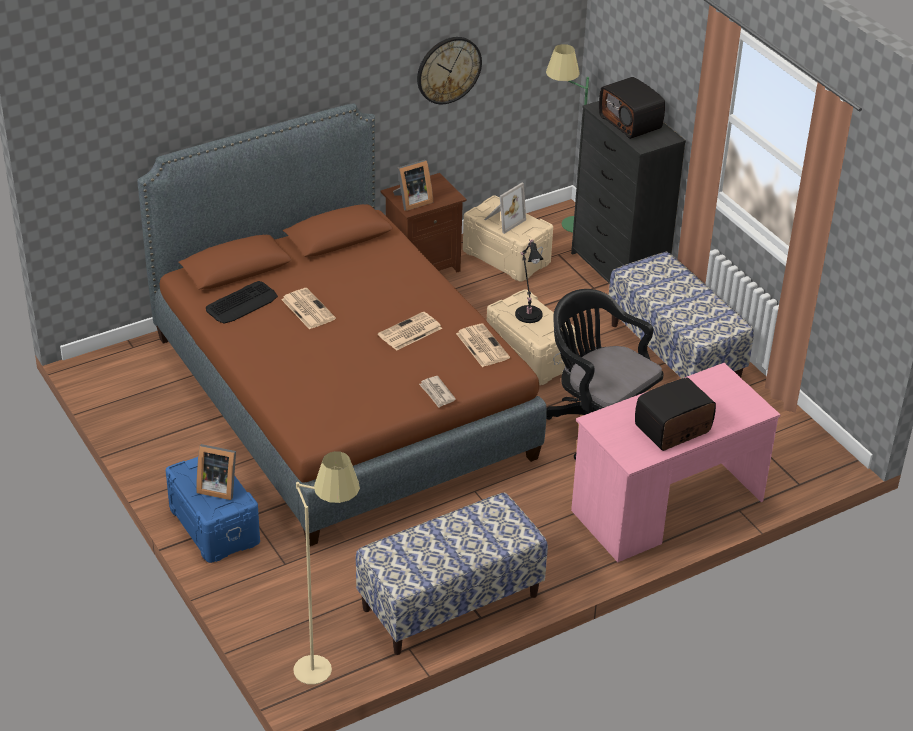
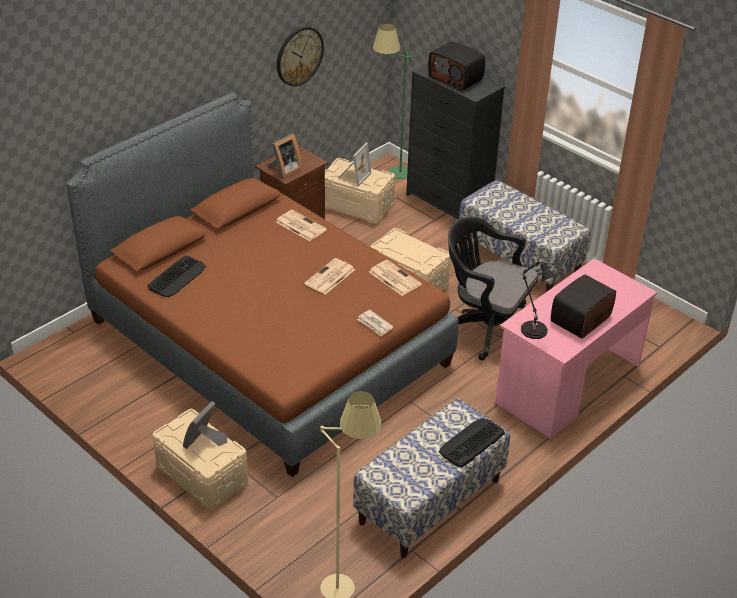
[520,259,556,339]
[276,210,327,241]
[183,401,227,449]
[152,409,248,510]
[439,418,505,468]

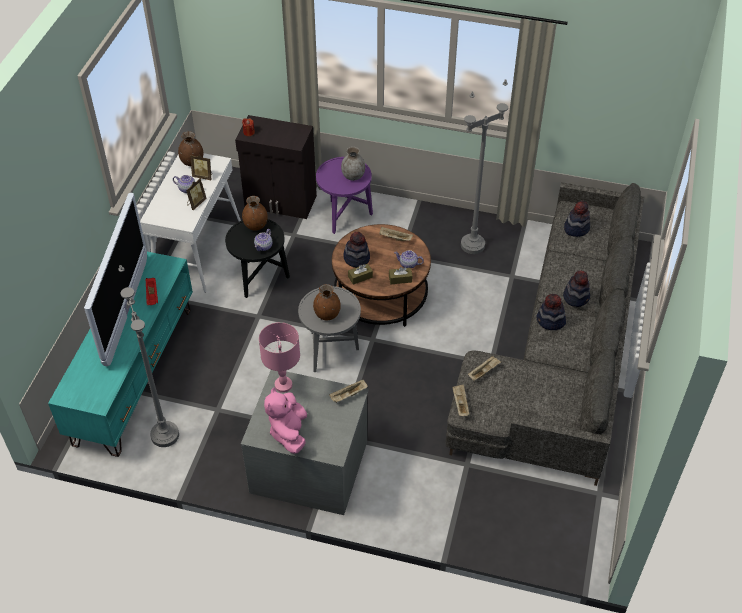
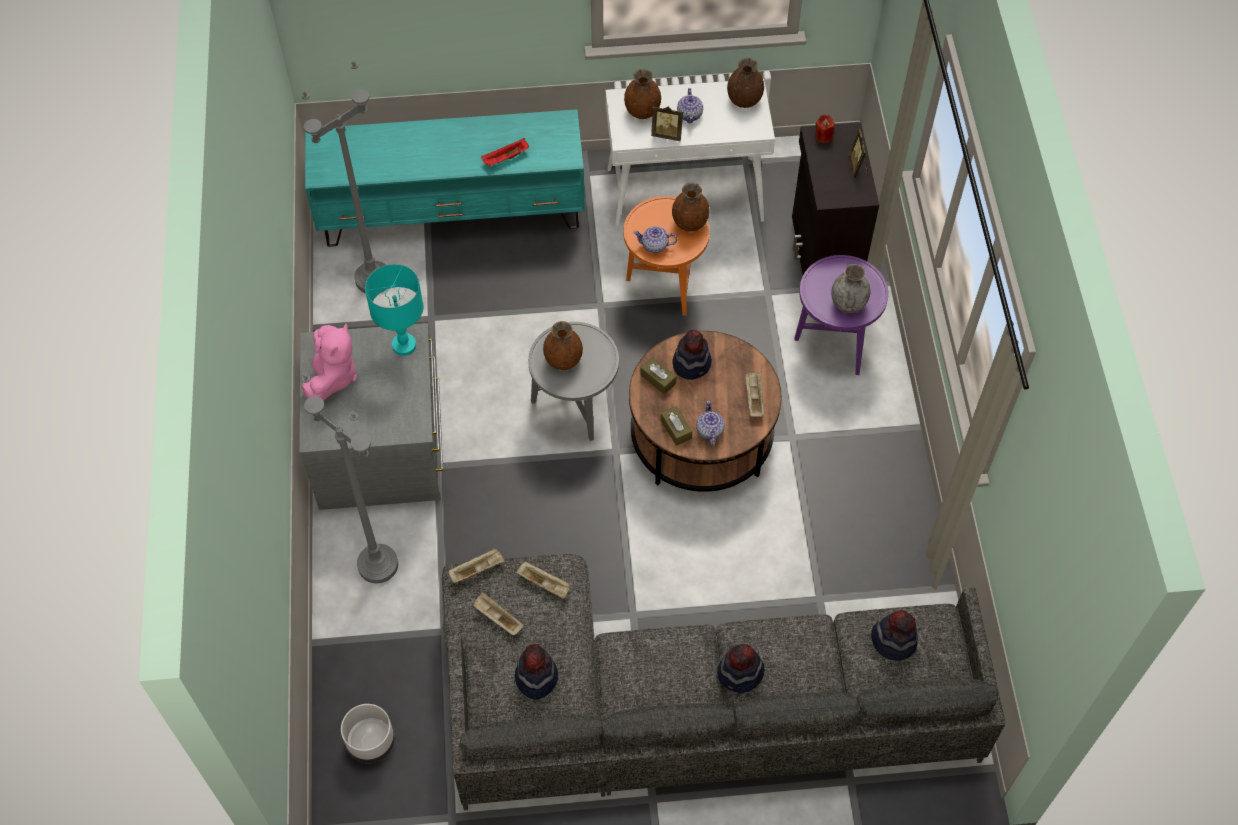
[302,373,398,584]
[849,129,868,178]
[84,193,147,366] (first image)
[623,196,710,316]
[515,644,558,700]
[365,264,423,356]
[473,592,524,635]
[302,323,357,401]
[624,69,661,119]
[341,704,395,763]

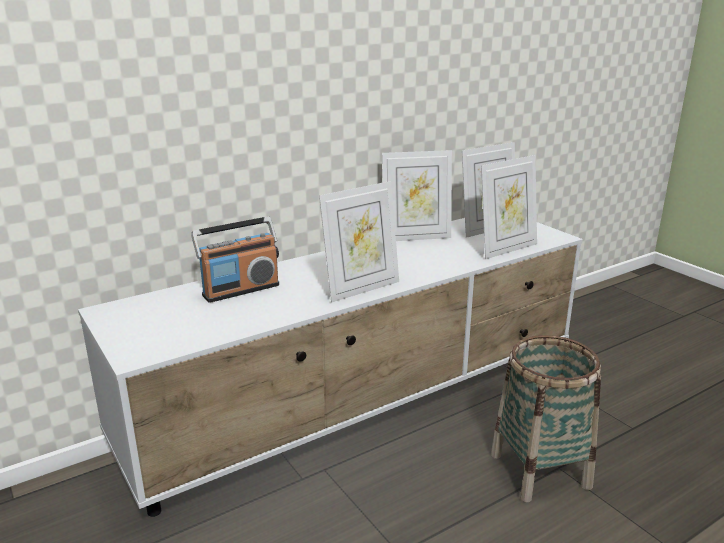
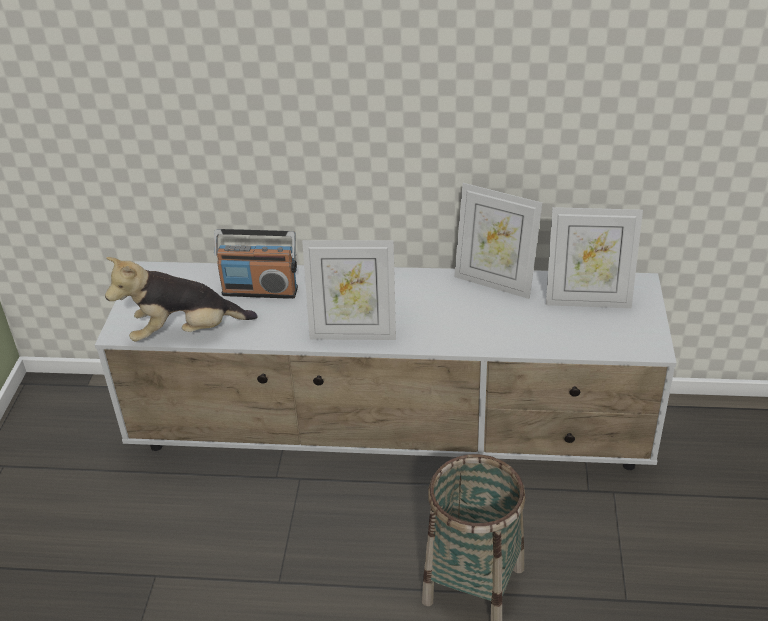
[481,155,537,259] (first image)
[105,257,258,342]

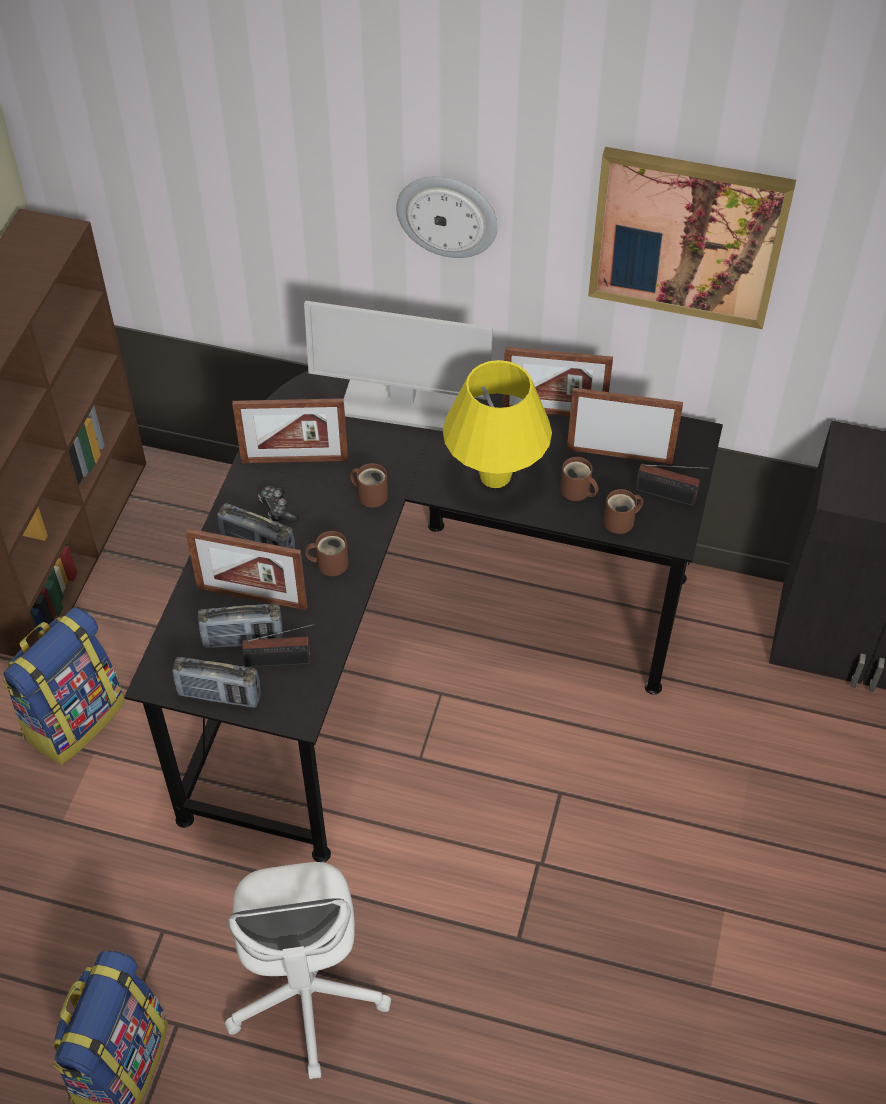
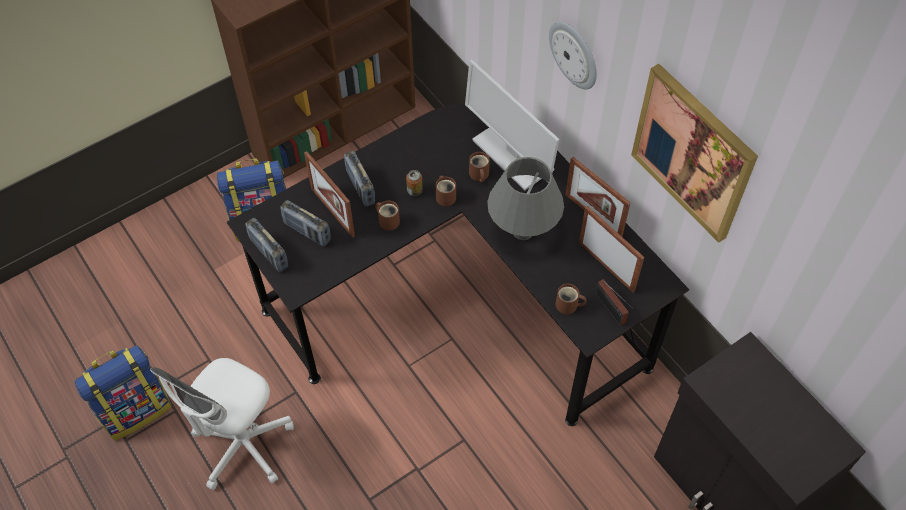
[487,157,564,240]
[232,398,348,463] (first image)
[469,152,490,182]
[258,486,299,522] (first image)
[242,624,315,667] (first image)
[406,170,423,196]

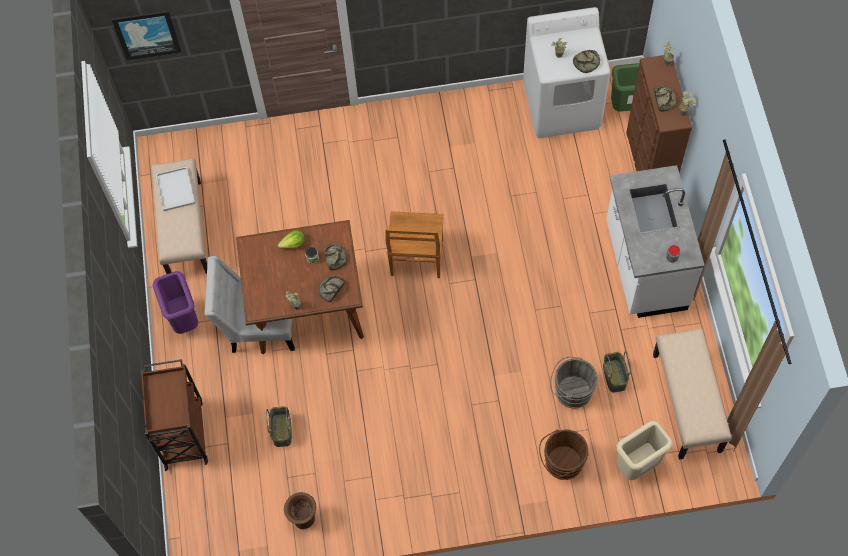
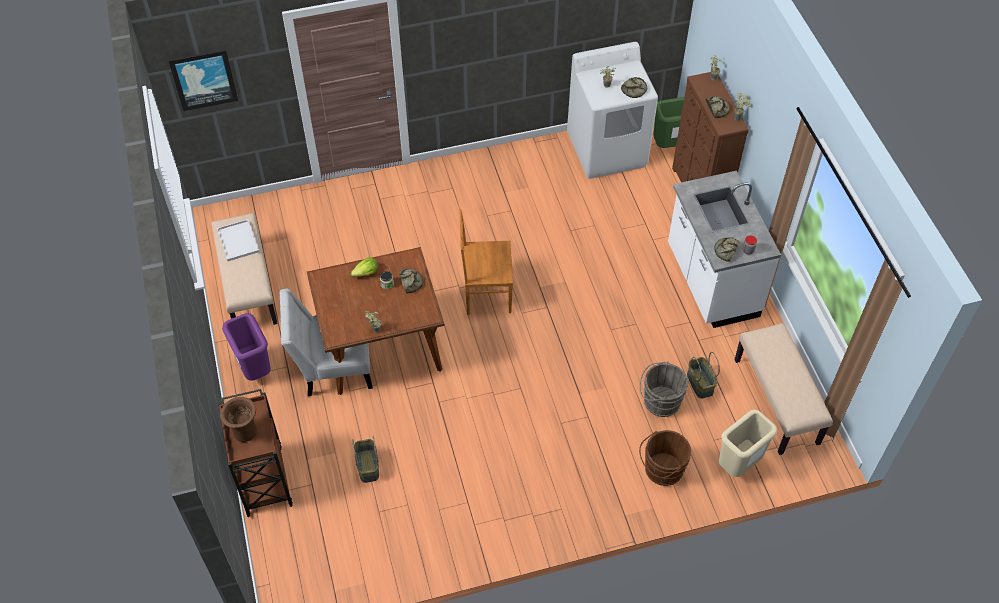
[459,209,513,315]
[715,237,740,262]
[220,397,257,442]

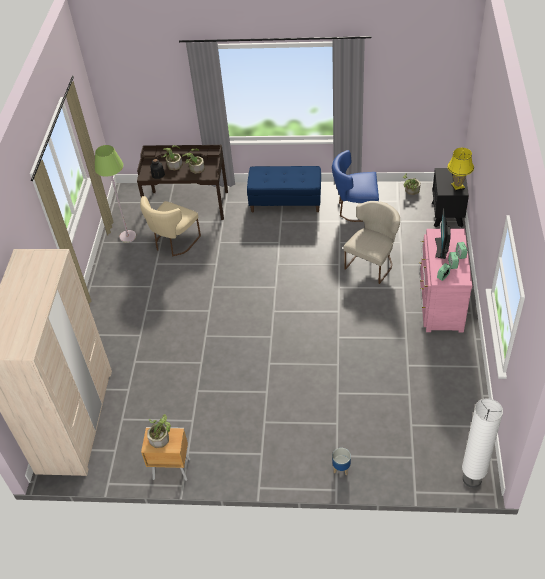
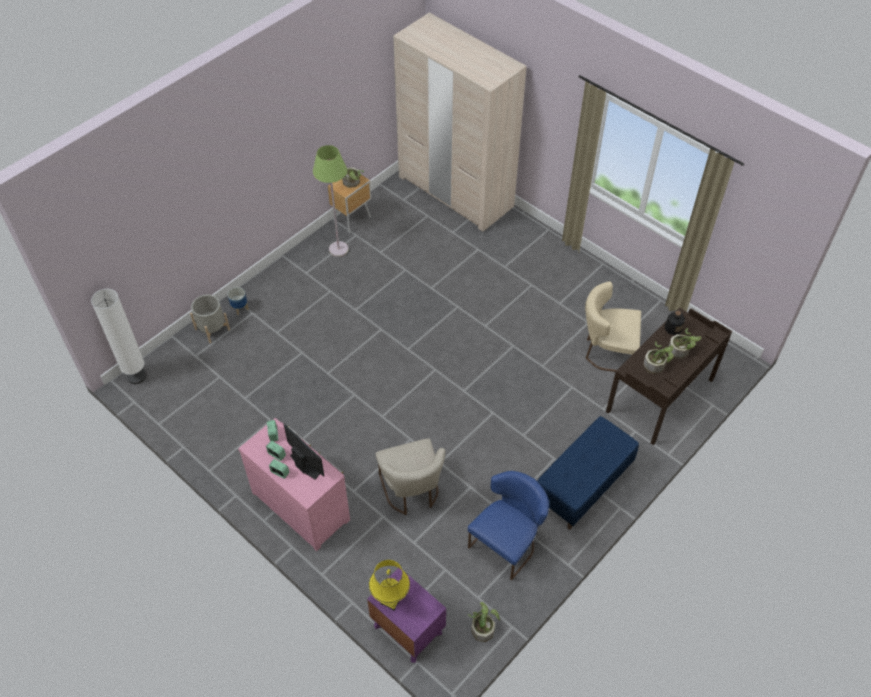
[313,145,349,257]
[367,568,446,663]
[585,281,641,372]
[190,295,230,343]

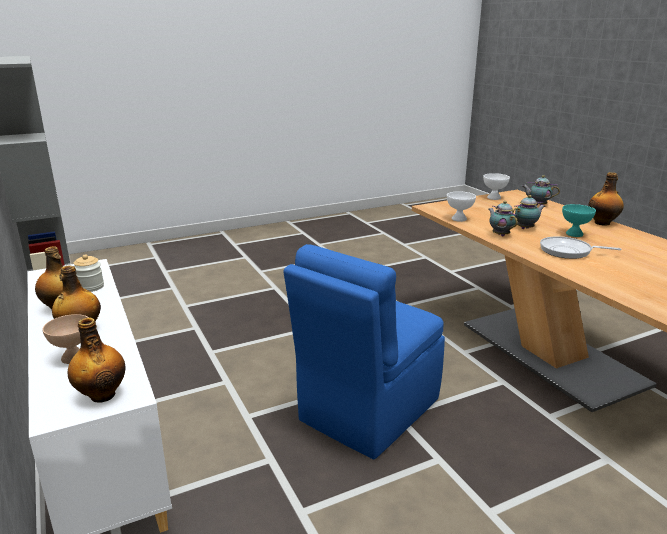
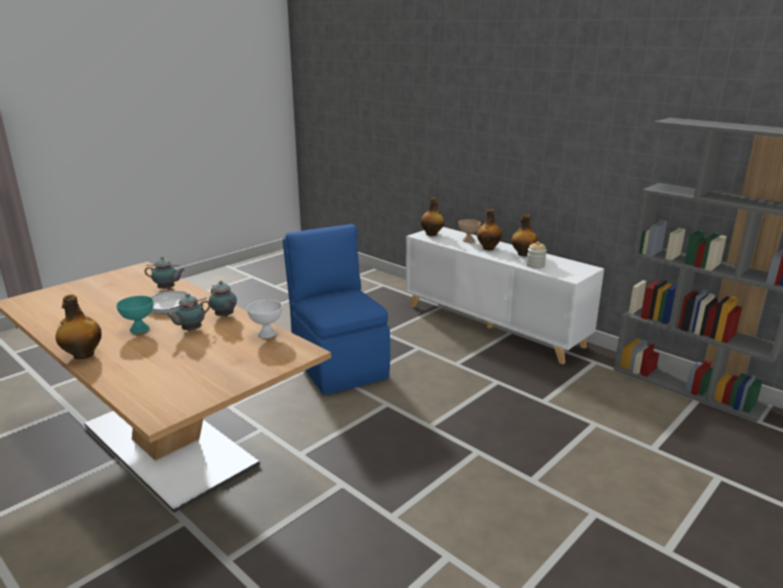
[483,173,510,200] (first image)
[144,257,185,289]
[283,224,390,395]

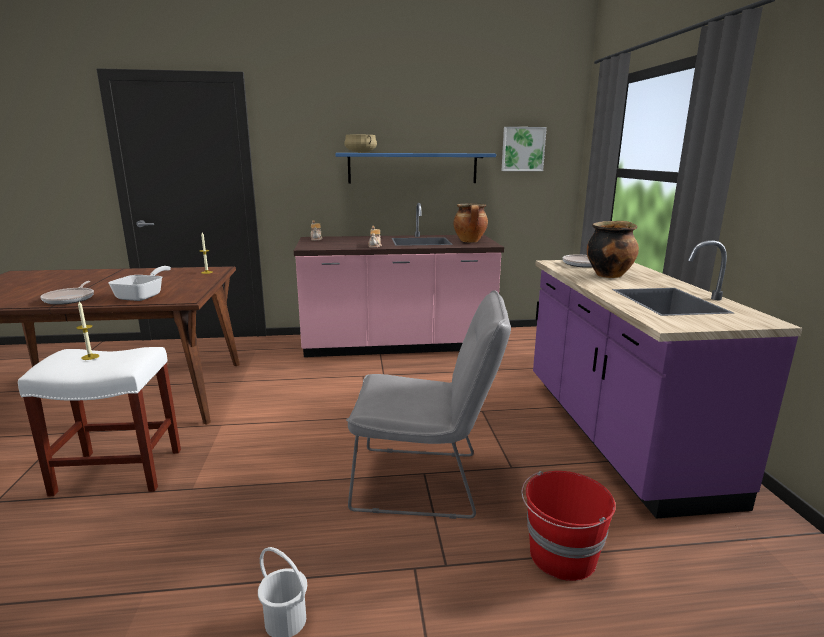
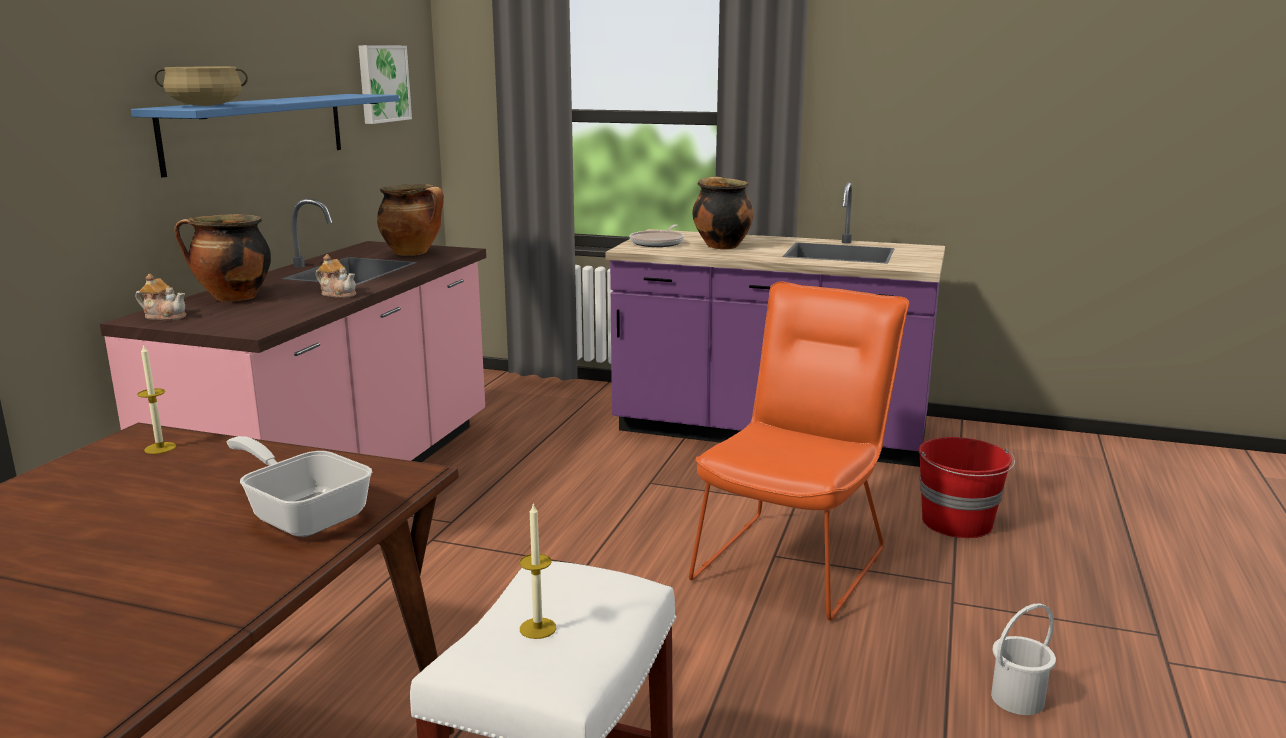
[40,281,94,305] (first image)
[689,281,909,621]
[174,214,271,301]

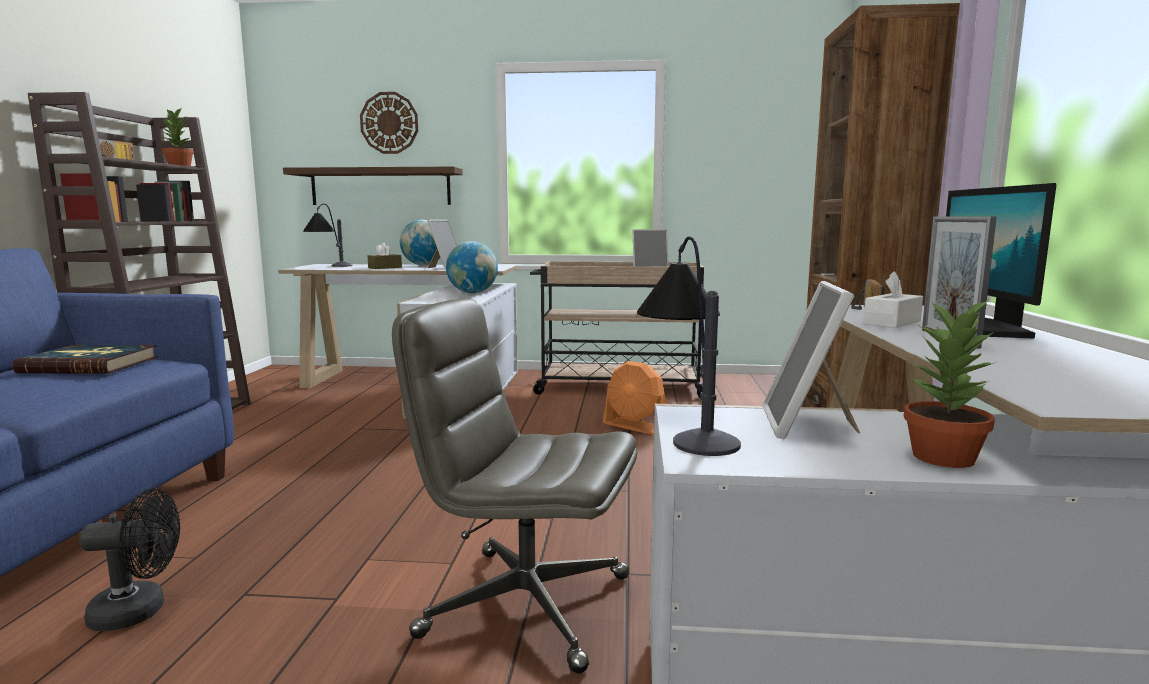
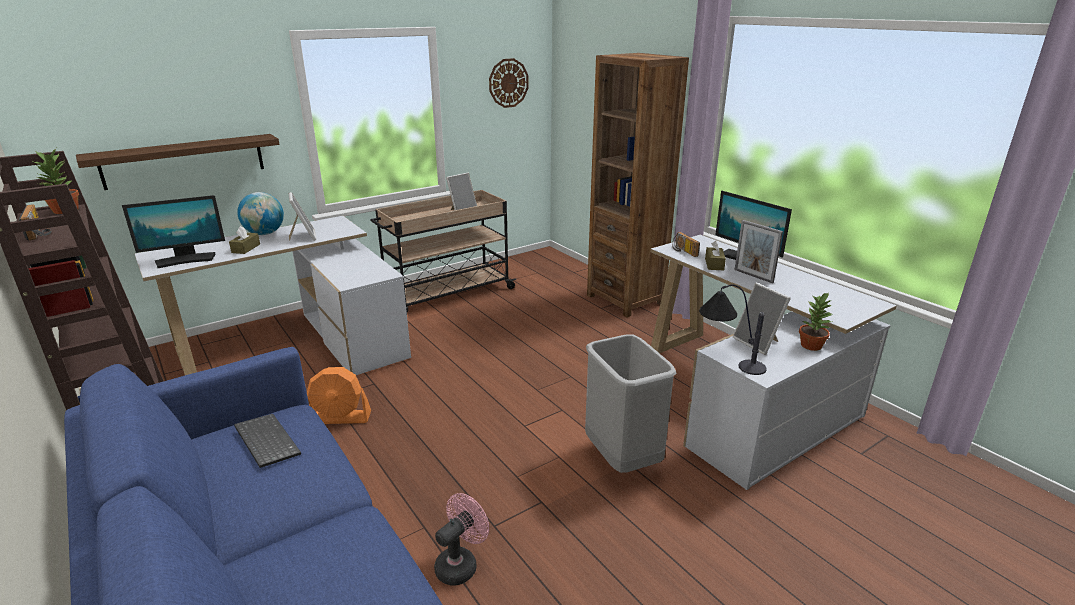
[489,58,529,108]
[122,195,225,268]
[446,241,498,293] (first image)
[705,241,726,271]
[585,334,677,473]
[234,414,301,468]
[307,367,371,424]
[434,493,489,586]

